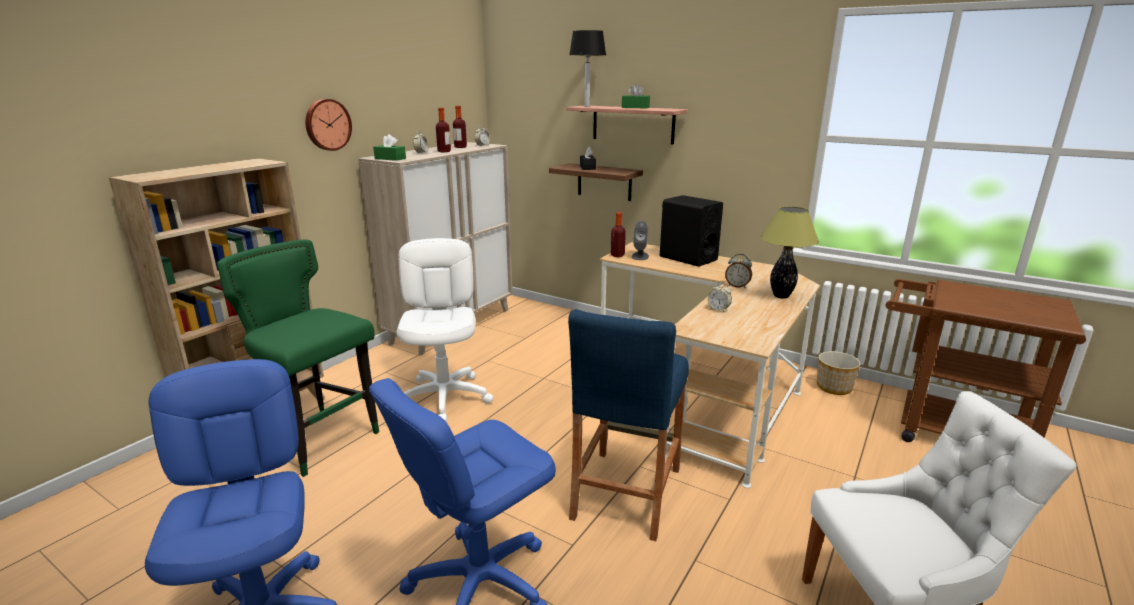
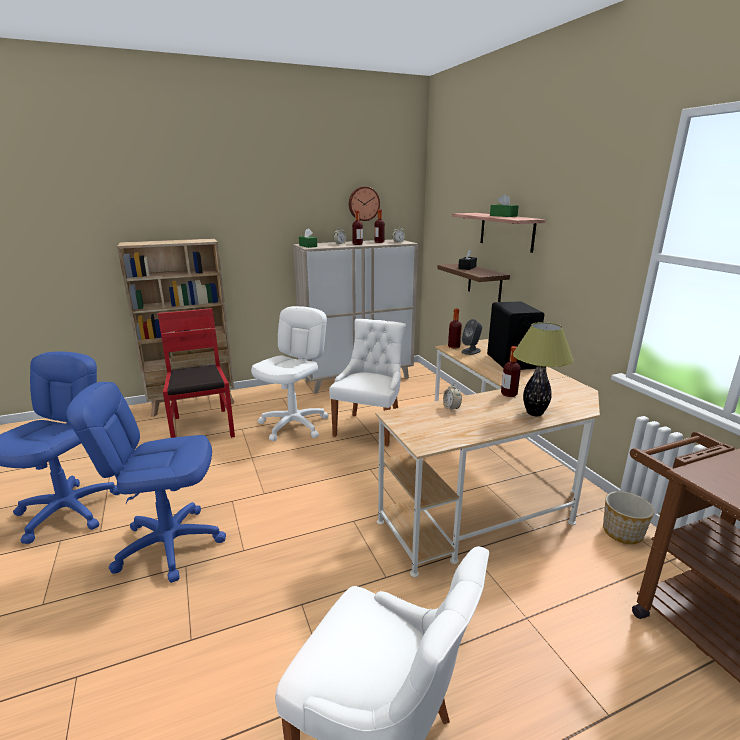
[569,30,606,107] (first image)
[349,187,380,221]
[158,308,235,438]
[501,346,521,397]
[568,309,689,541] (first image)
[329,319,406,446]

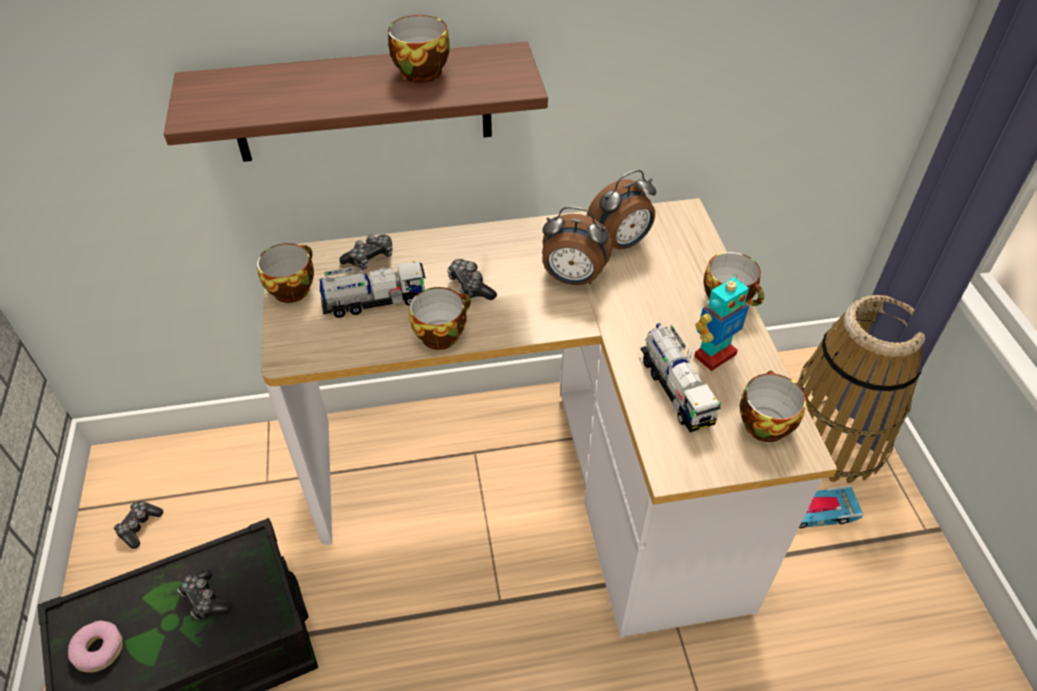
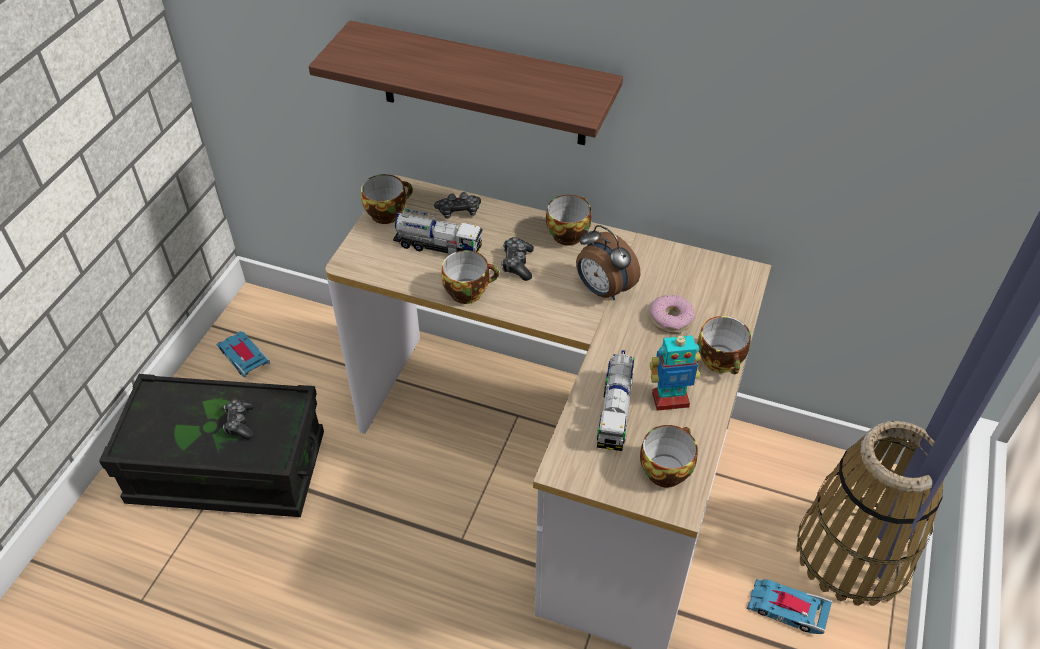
[546,195,592,245]
[587,170,656,249] (first image)
[216,331,270,378]
[649,295,695,333]

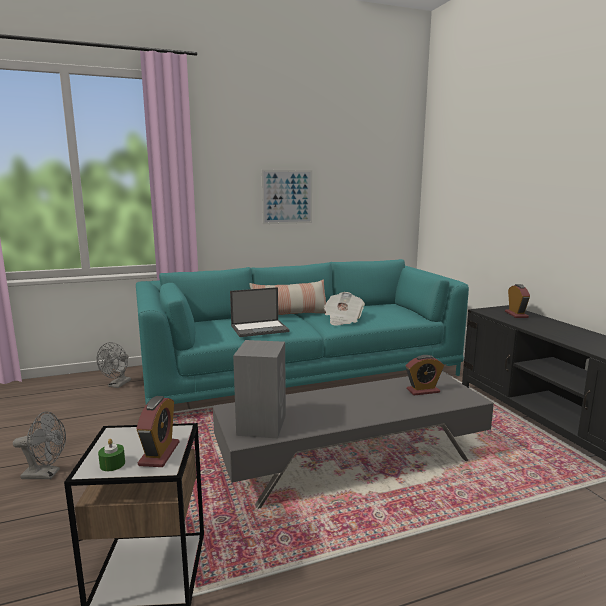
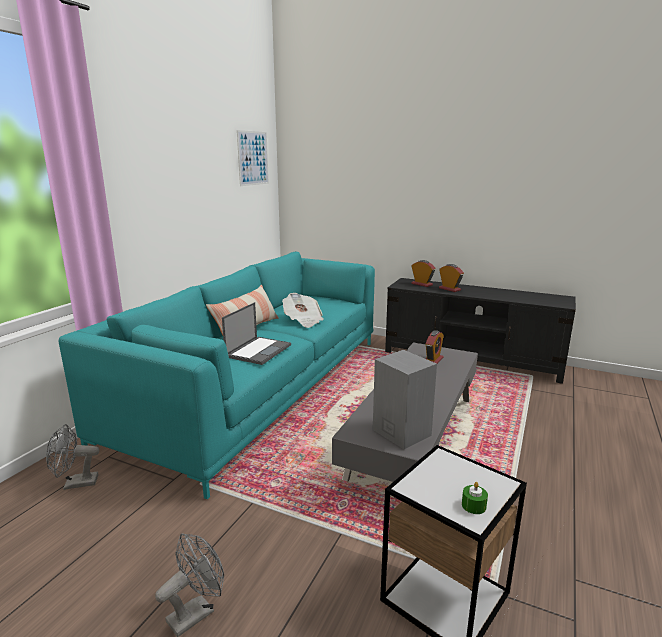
[237,130,269,186]
[46,424,99,490]
[439,264,464,292]

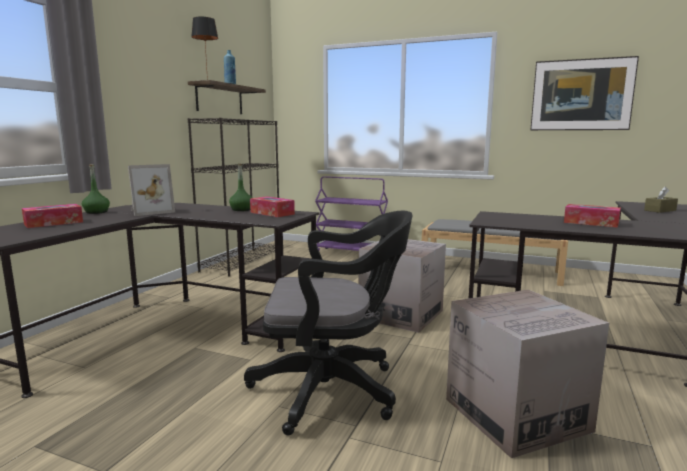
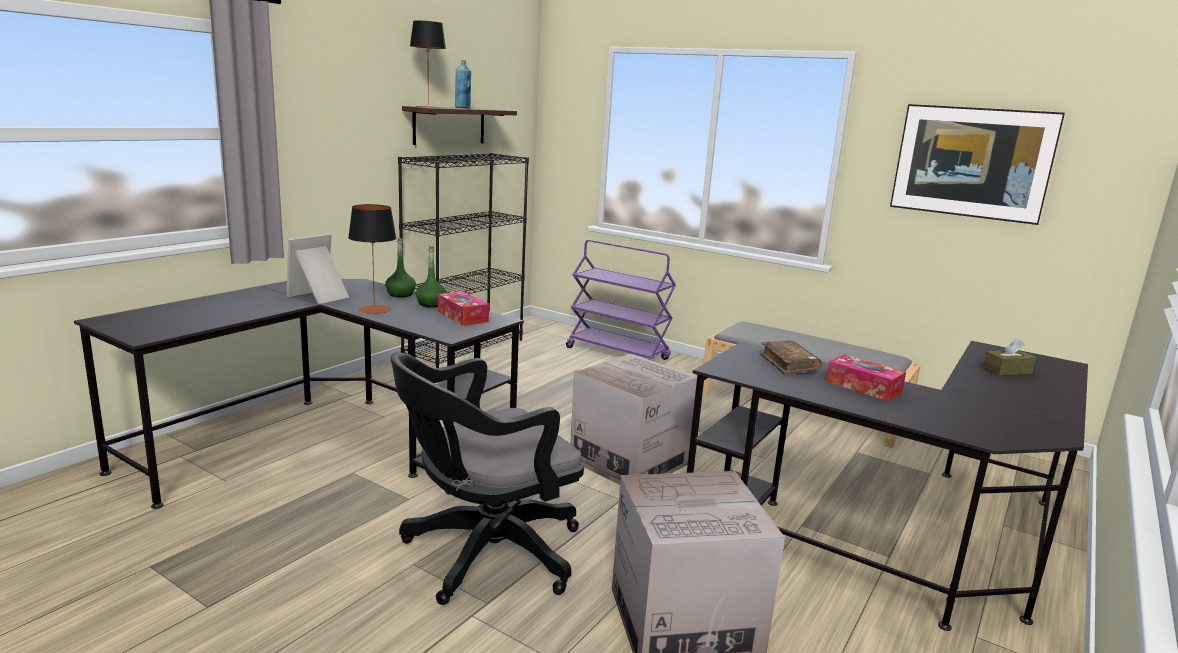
[385,238,416,297]
[287,234,349,304]
[22,204,83,228] (first image)
[391,352,584,605]
[348,204,396,314]
[760,340,821,375]

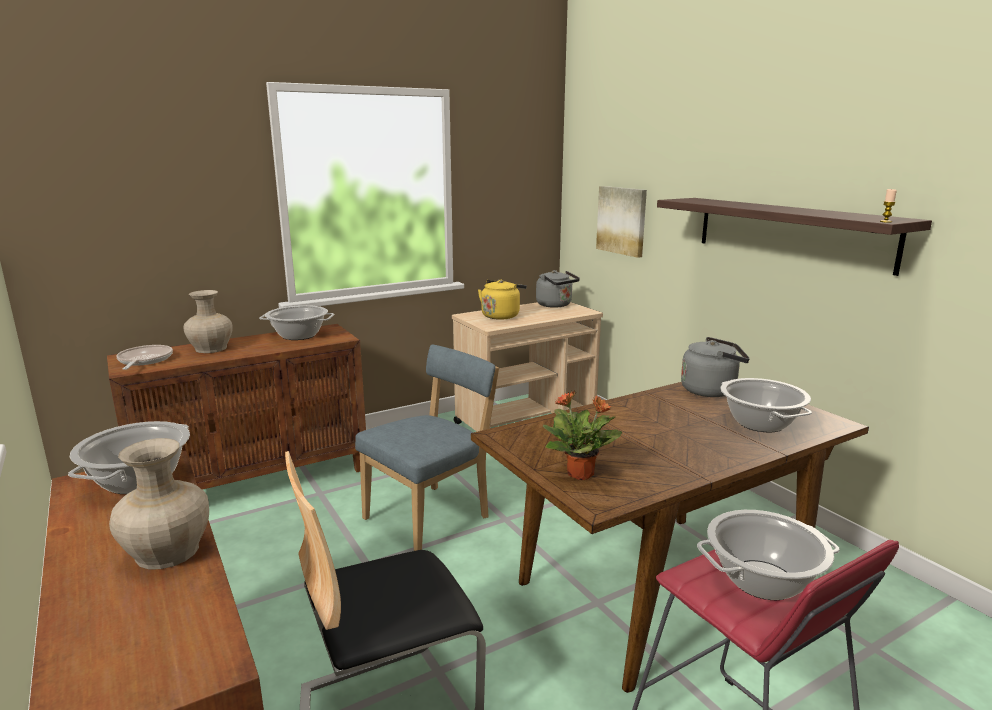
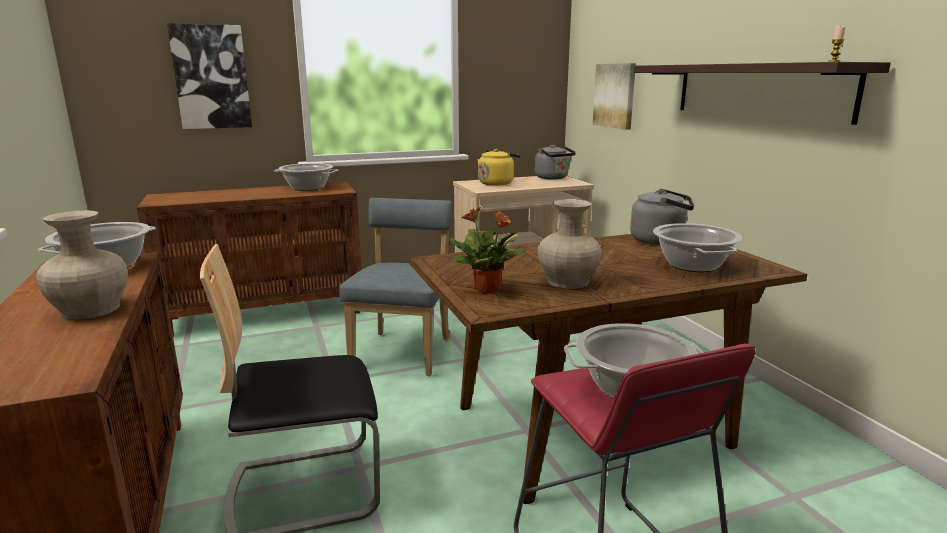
[538,199,602,289]
[116,345,173,370] (first image)
[339,198,452,376]
[167,23,252,129]

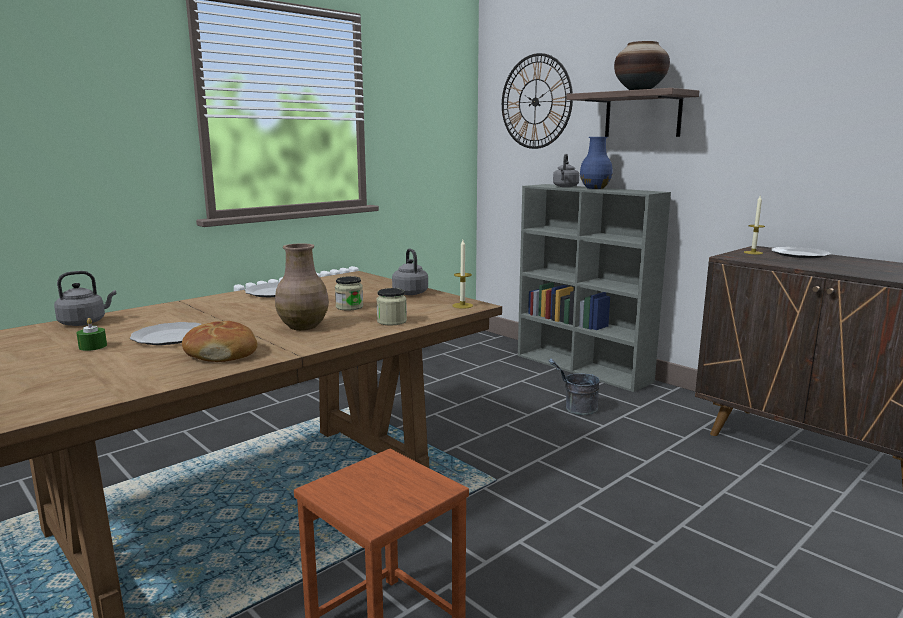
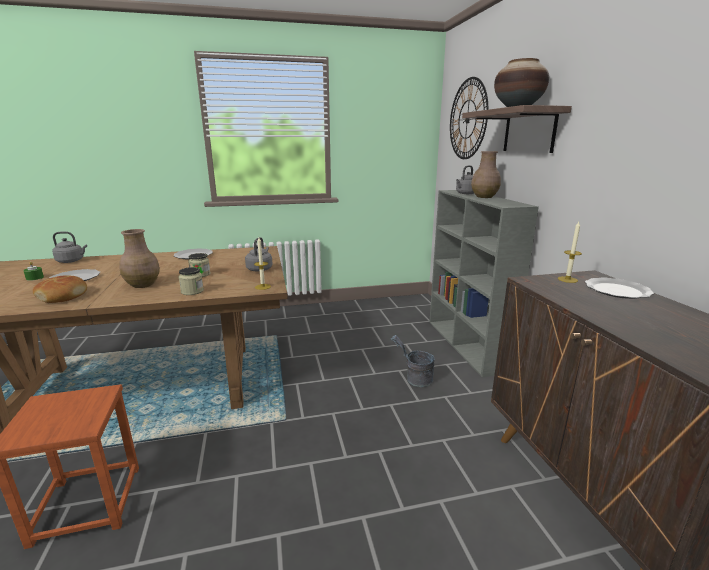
[471,151,501,198]

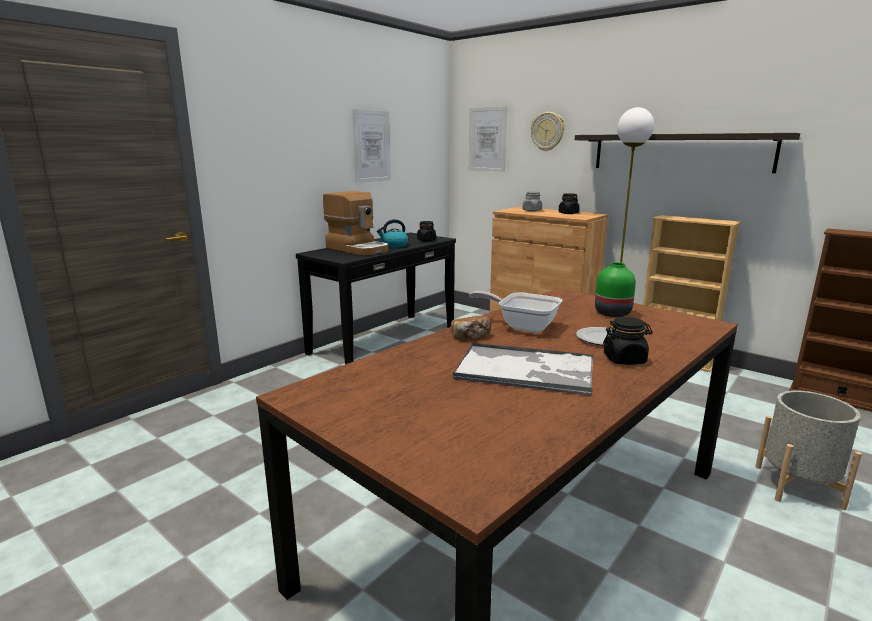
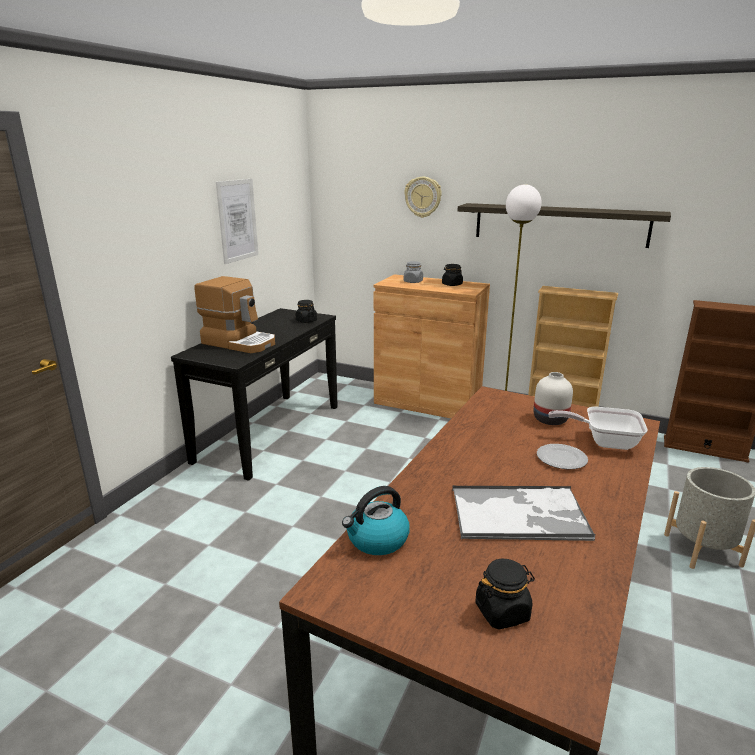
[469,106,507,172] (first image)
[342,486,410,555]
[534,372,573,425]
[548,406,648,450]
[450,316,491,340] (first image)
[475,559,535,630]

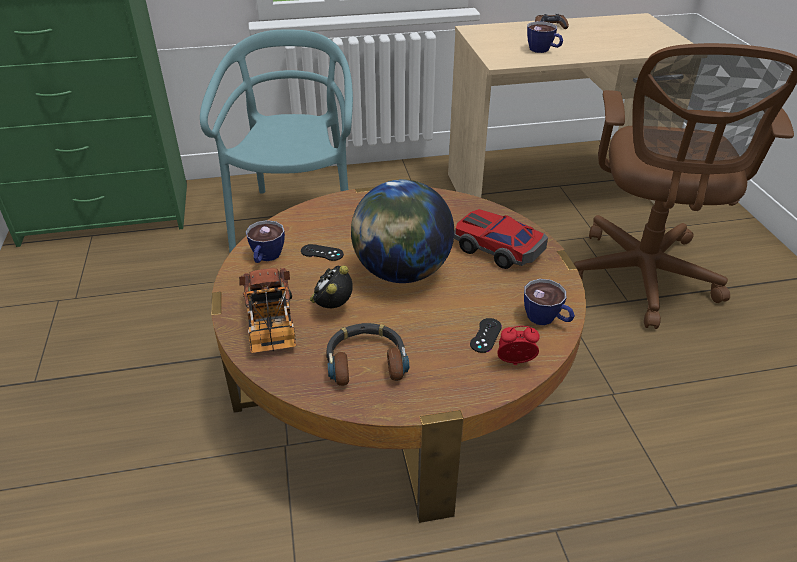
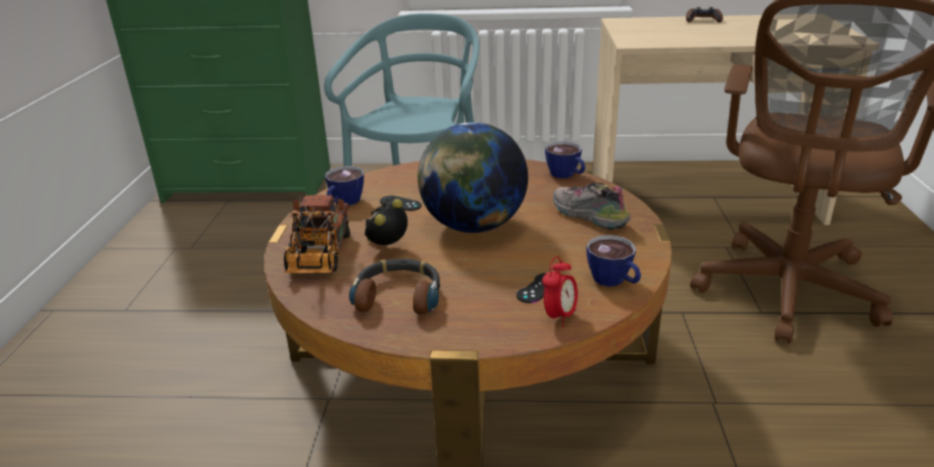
[545,141,585,178]
[553,183,631,230]
[542,256,578,327]

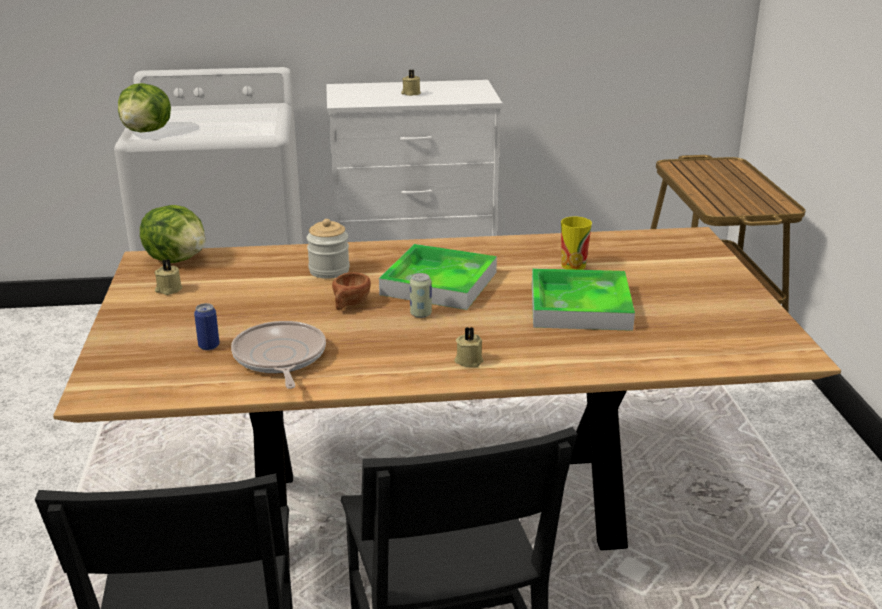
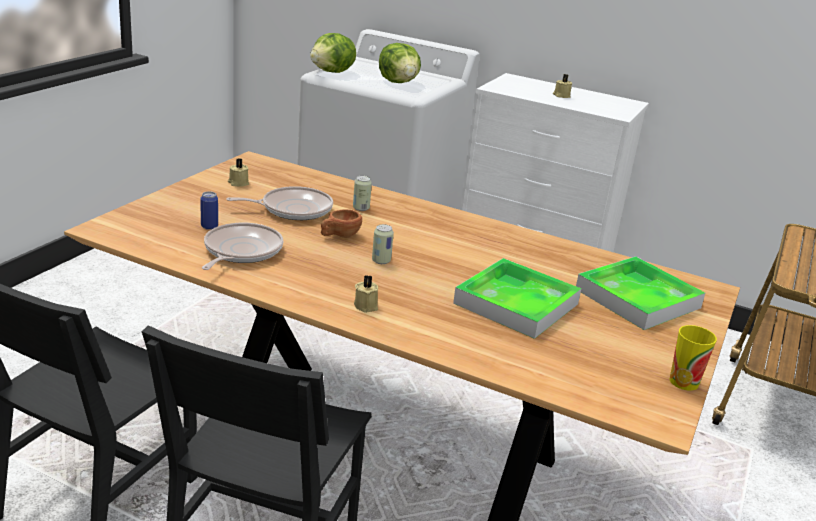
[379,43,421,83]
[670,325,717,391]
[353,176,372,211]
[576,256,705,330]
[226,186,333,220]

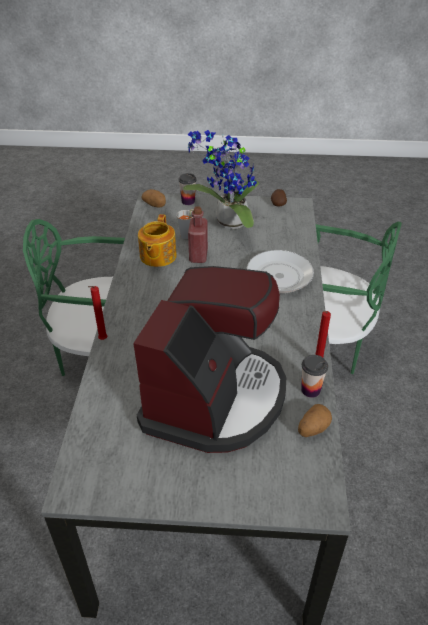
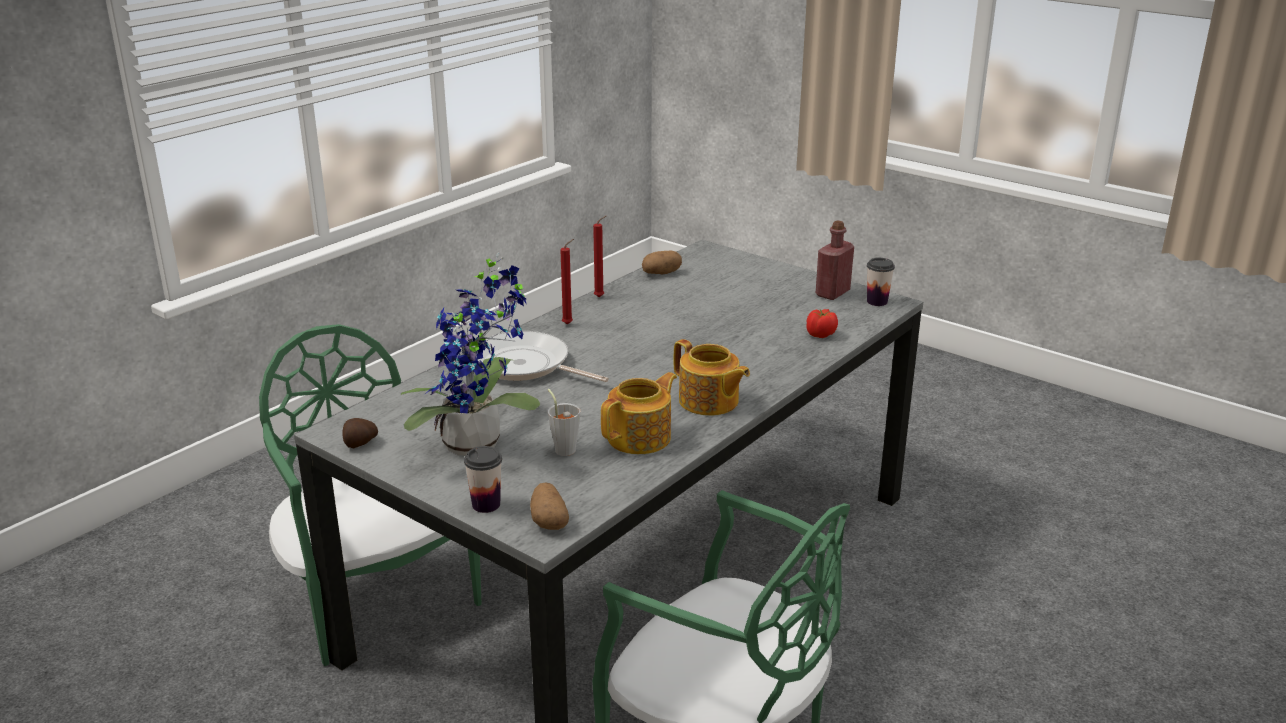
[816,221,854,300]
[133,266,286,453] (first image)
[561,239,574,325]
[867,258,895,306]
[806,309,838,338]
[673,339,750,416]

